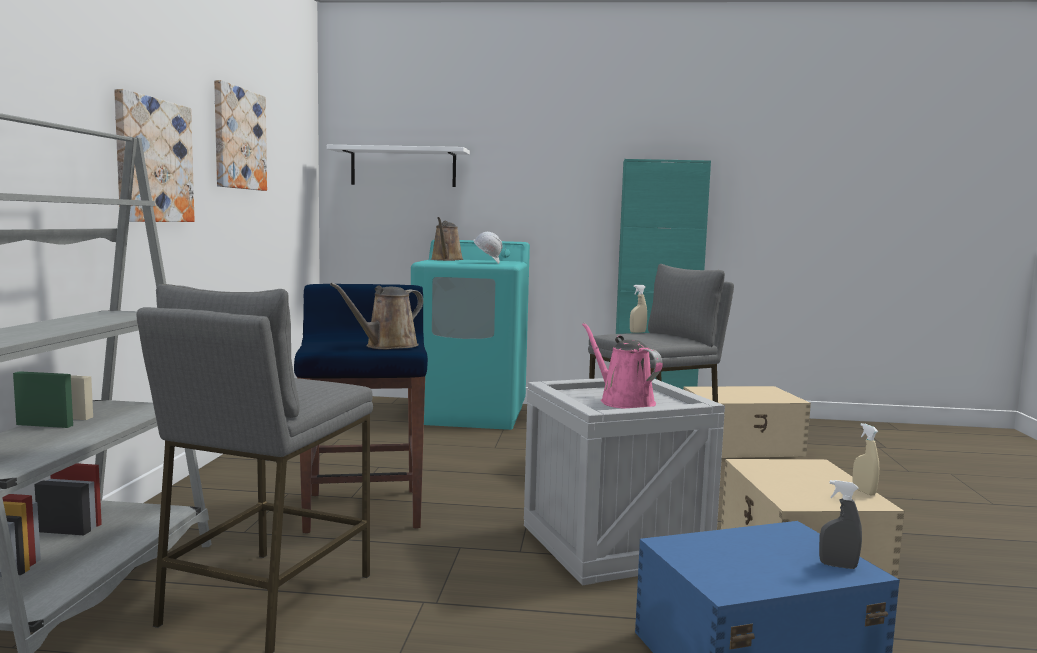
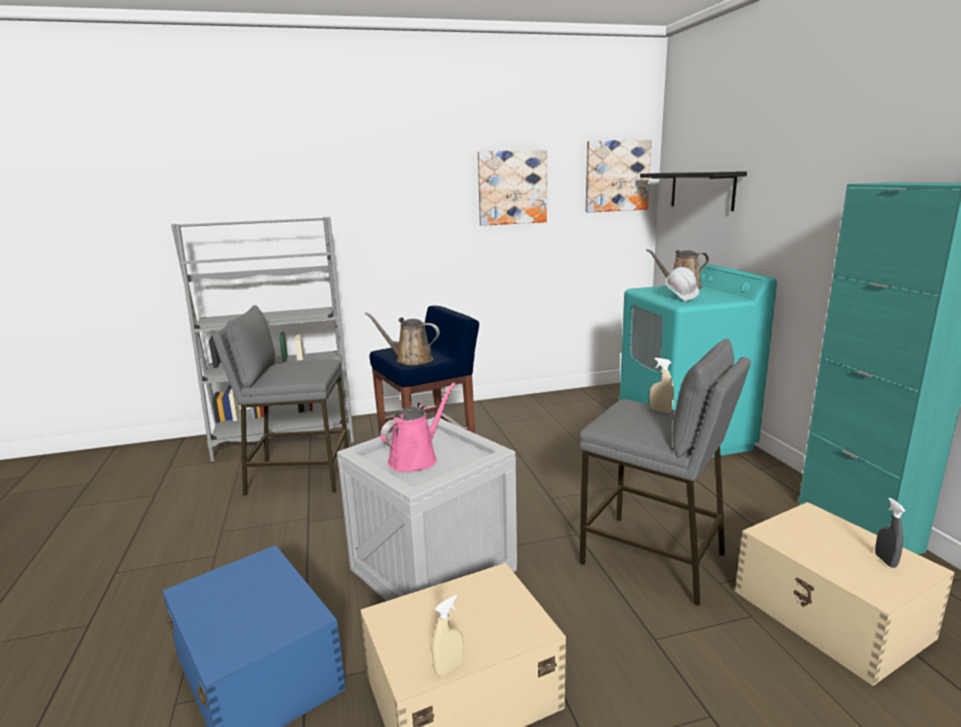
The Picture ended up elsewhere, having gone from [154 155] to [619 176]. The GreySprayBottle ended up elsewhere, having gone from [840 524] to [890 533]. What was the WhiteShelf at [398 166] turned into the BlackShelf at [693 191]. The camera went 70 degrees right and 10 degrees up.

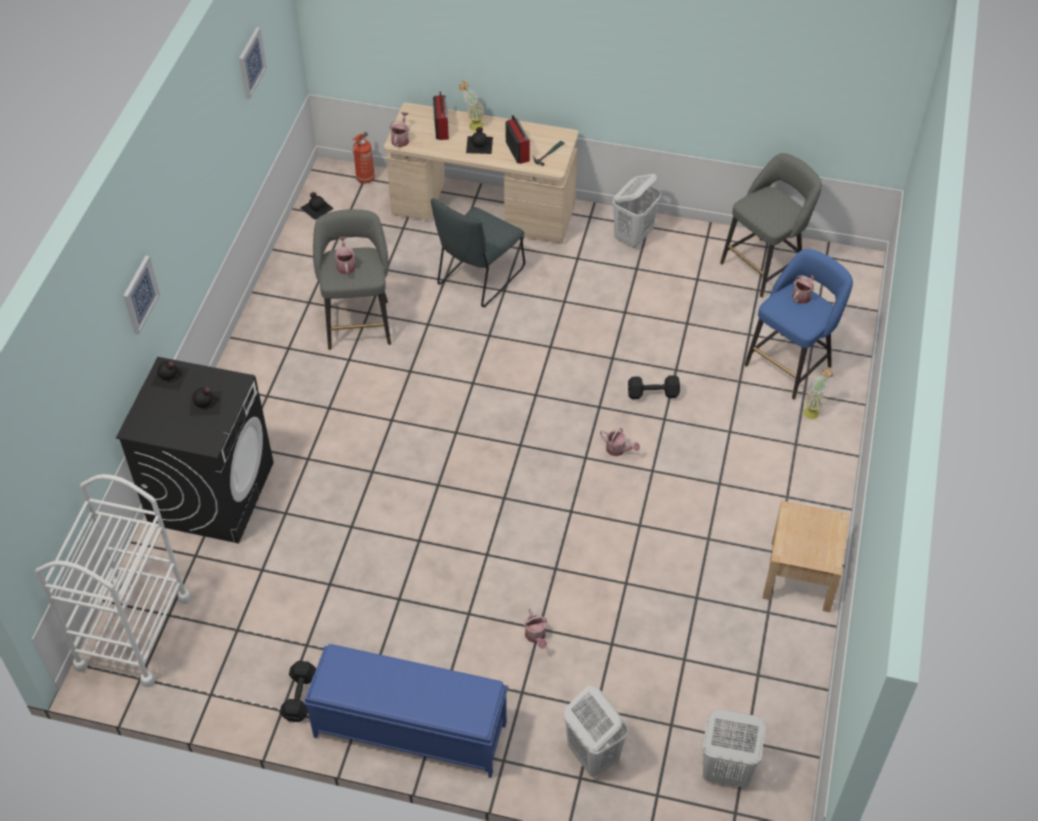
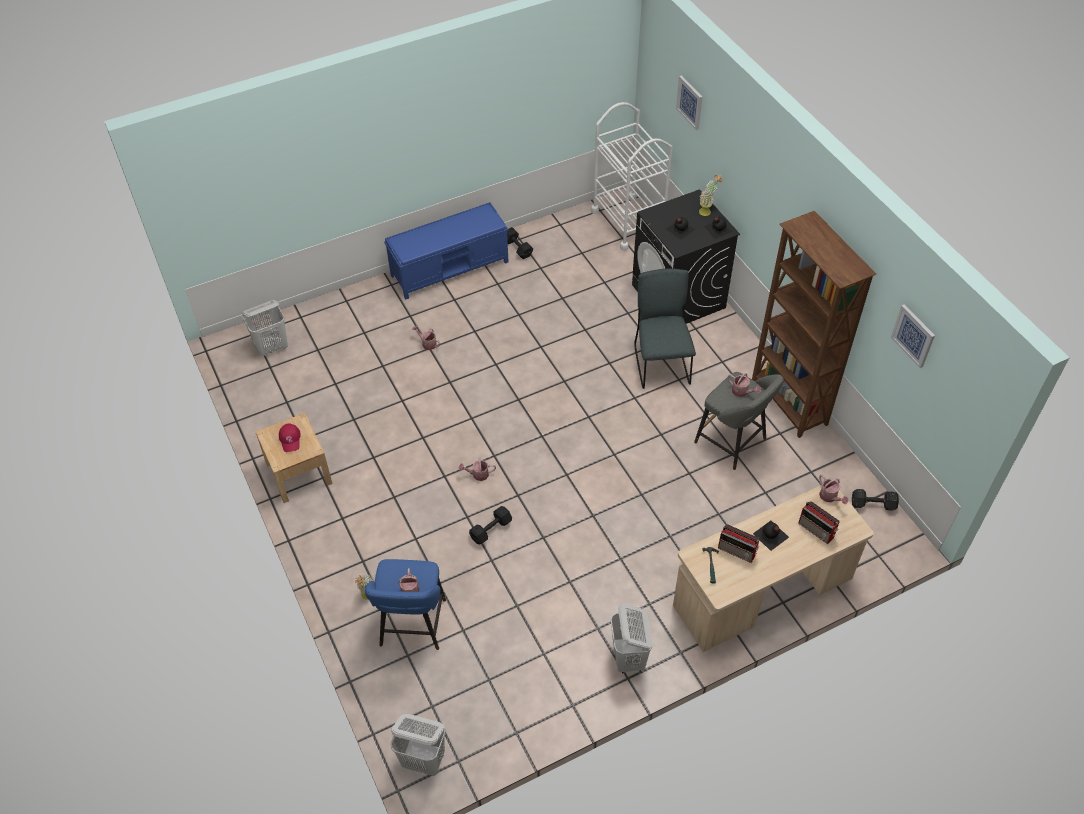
The second view lost the FireExtinguisher at [363 158]. The second view lost the GreyStool at [771 225]. The second view gained the RedCap at [290 437]. The second view gained the BrownBookcase at [814 324]. The Picture ended up elsewhere, having gone from [141 295] to [689 102]. The GreyChair ended up elsewhere, having gone from [478 252] to [665 328]. The PottedPlant ended up elsewhere, having gone from [471 106] to [711 195]. The WhiteLaundryBasket ended up elsewhere, having gone from [596 731] to [418 745]. Where the BlackBottle stood at [317 206], the BlackDumbbell came to stand at [875 500]. The camera went 140 degrees right and 0 degrees up.

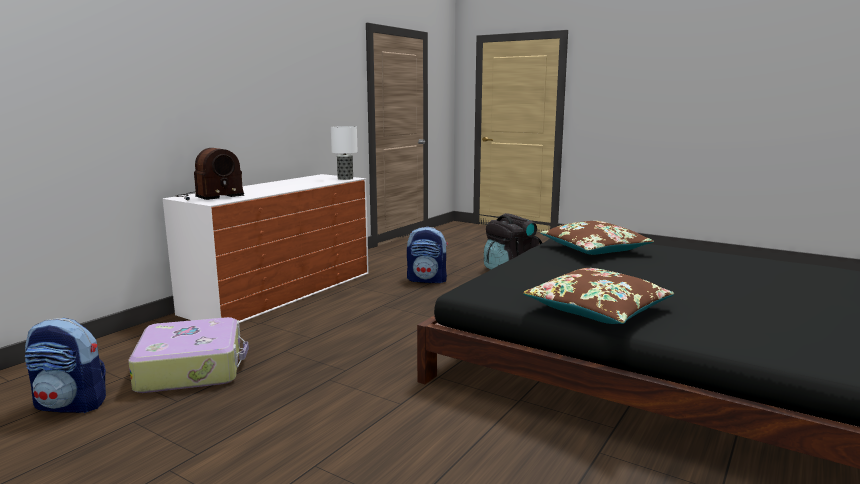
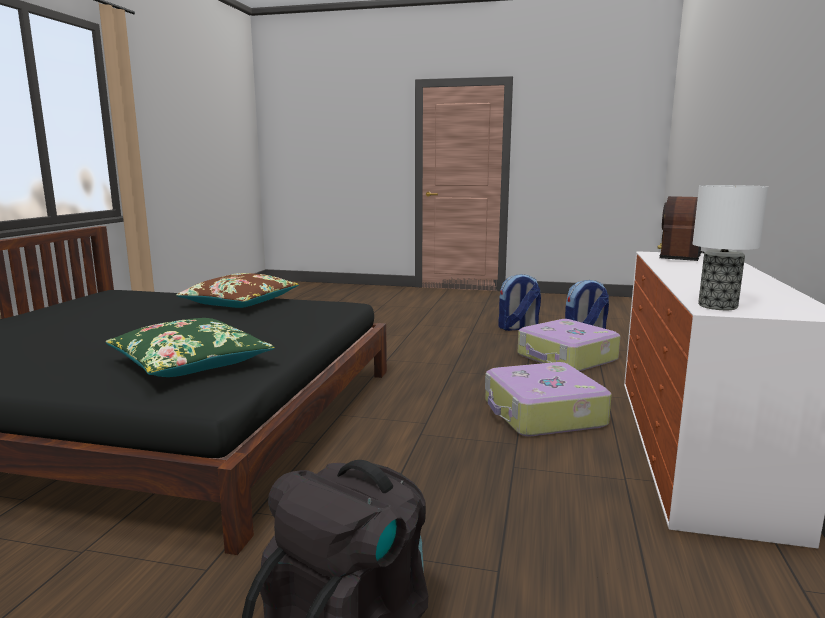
The second view gained the Suitcase at [548 399]. The Backpack ended up elsewhere, having gone from [427 255] to [519 302]. What was the BrownPillow at [597 238] turned into the GreenPillow at [190 347]. The camera went 160 degrees right and 0 degrees up.

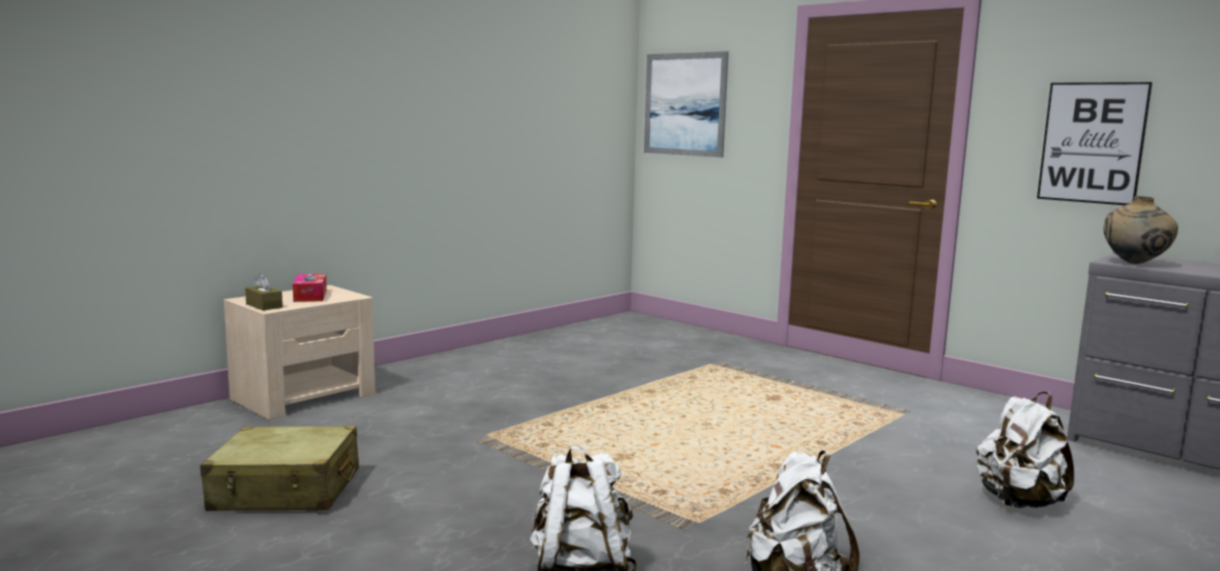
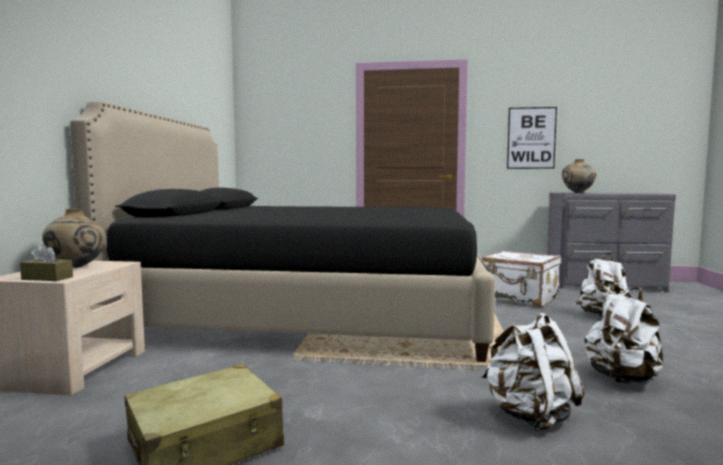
The second view lost the Picture at [686 104]. The second view gained the BlackBed at [282 231]. The second view gained the WhiteSuitcase at [521 278]. Where the TissueBox stood at [310 288], the BeigeVase came to stand at [74 238]. The camera went 35 degrees left and 5 degrees down.

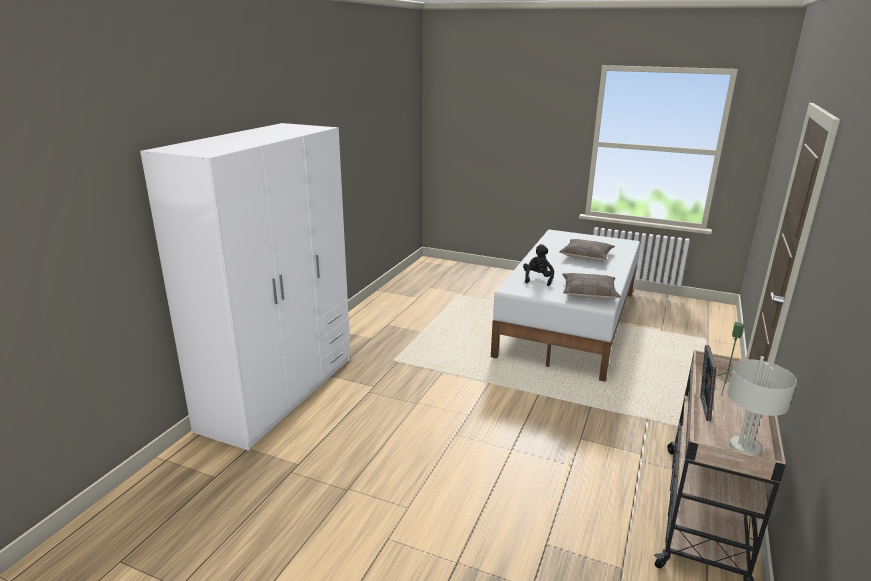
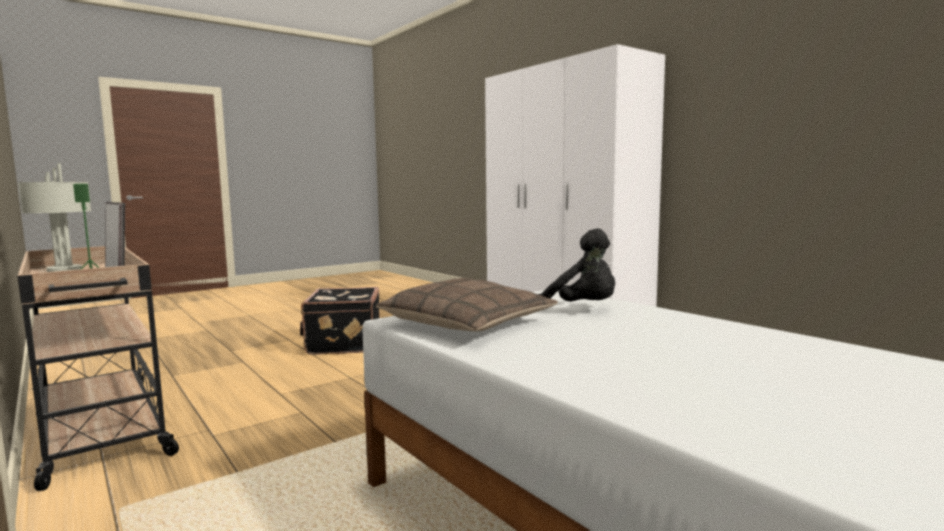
The second view lost the Pillow at [587 250]. The second view gained the BlackSuitcase at [340 321]. The camera went 120 degrees right and 15 degrees down.

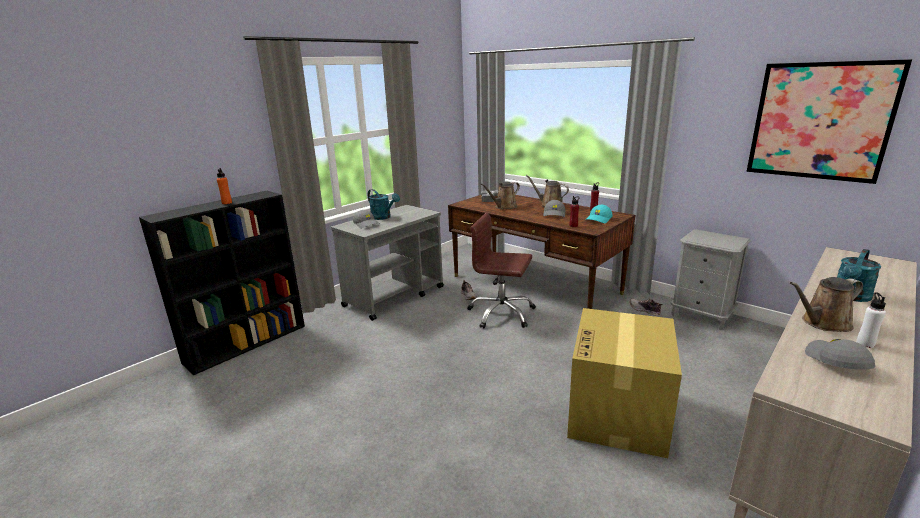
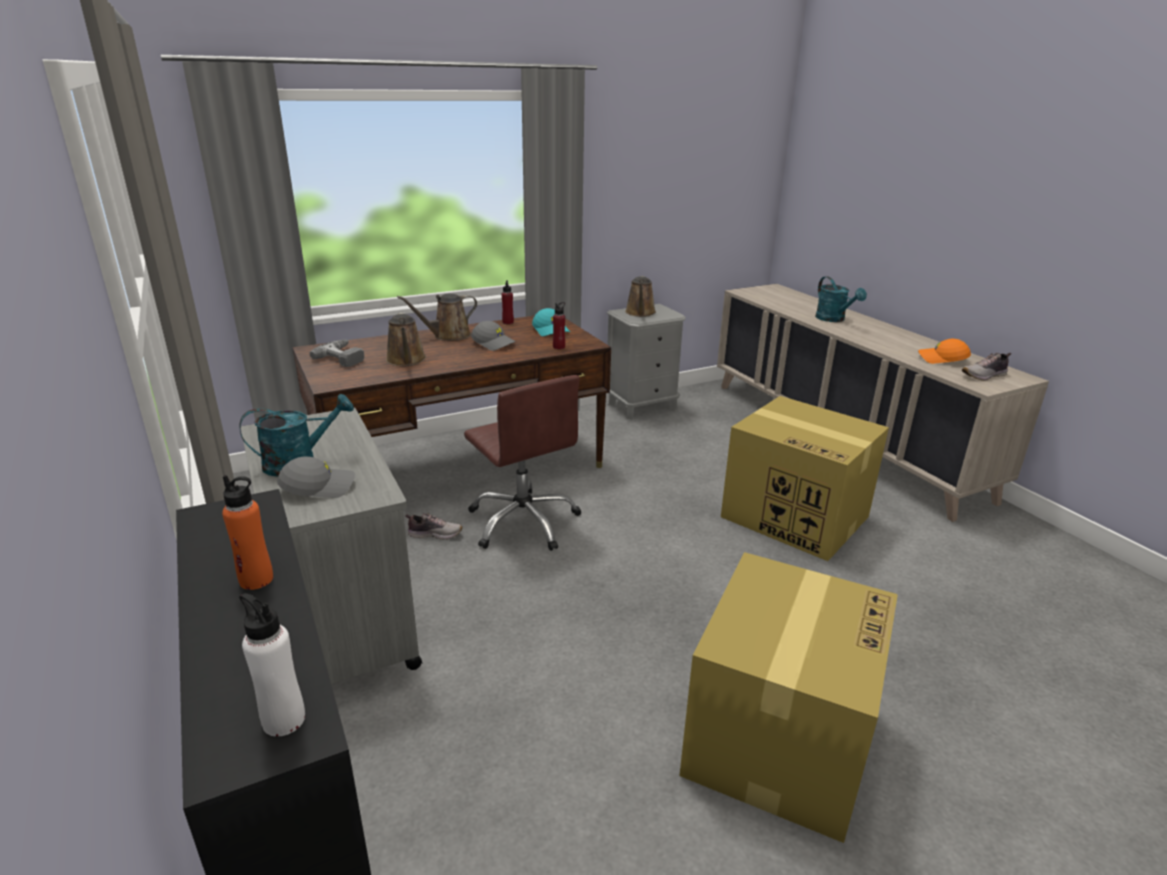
The second view lost the Picture at [829 121]. The second view gained the CardboardBox at [788 697]. The Shoe ended up elsewhere, having gone from [646 307] to [986 367]. The BrownWateringCan ended up elsewhere, having gone from [826 304] to [640 296]. The WhiteBottle ended up elsewhere, having gone from [871 320] to [272 665]. What was the GreyCap at [840 354] turned into the OrangeCap at [944 351]. The BrownOfficeChair at [501 270] ended up facing another way, 75 degrees counterclockwise from before. The camera went 70 degrees left and 5 degrees up.

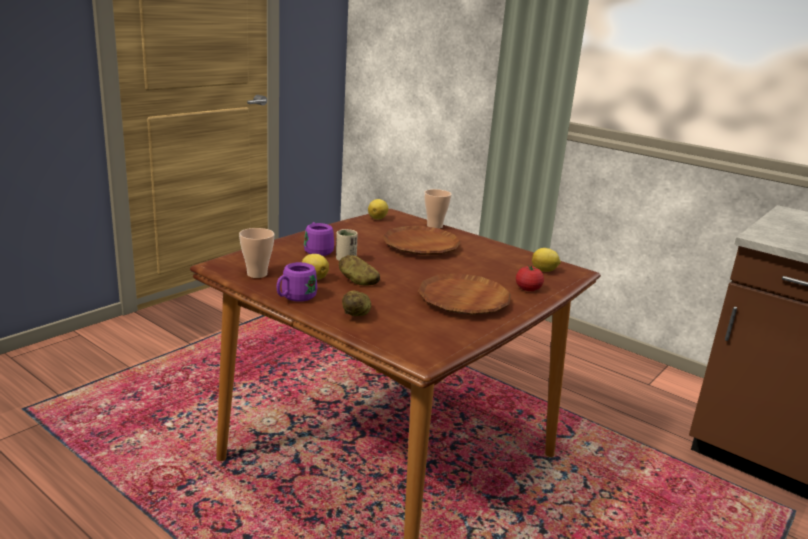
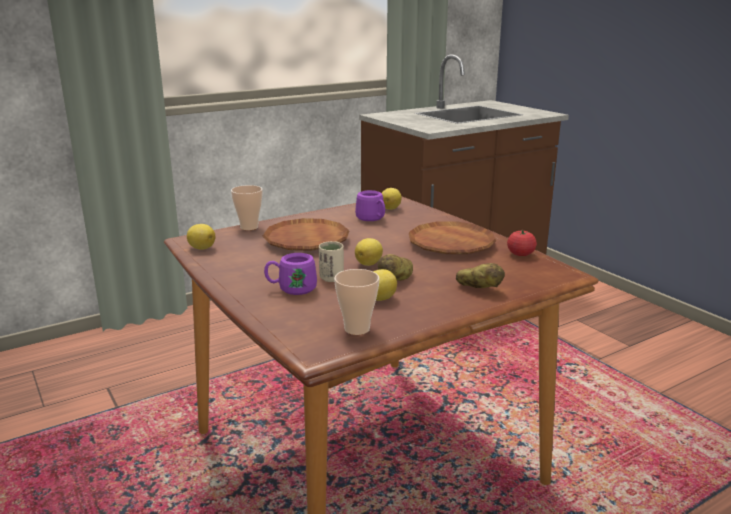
The second view gained the Lemon at [369 252]. The PurpleMug ended up elsewhere, having gone from [297 282] to [370 205]. The Tomato ended up elsewhere, having gone from [530 278] to [522 243]. The camera went 70 degrees left and 0 degrees up.

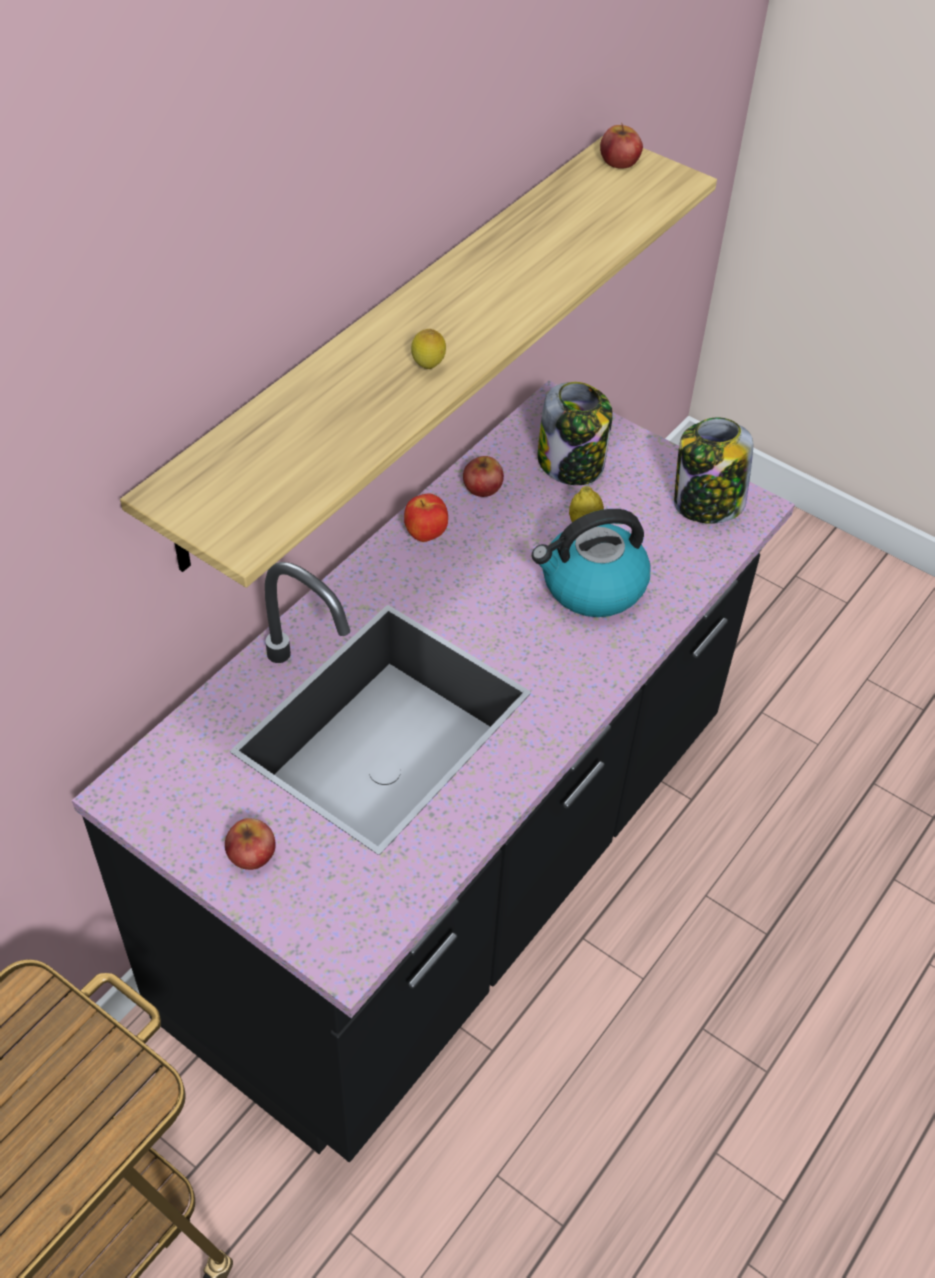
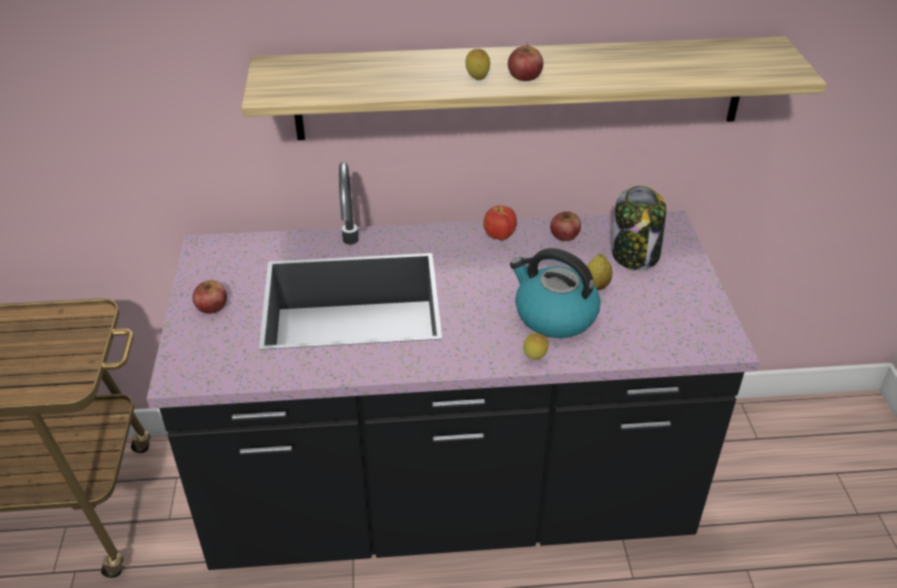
The second view lost the Jar at [713 471]. The second view gained the Lemon at [535 346]. The Apple ended up elsewhere, having gone from [621 145] to [525 62]. The camera went 50 degrees right and 10 degrees down.

